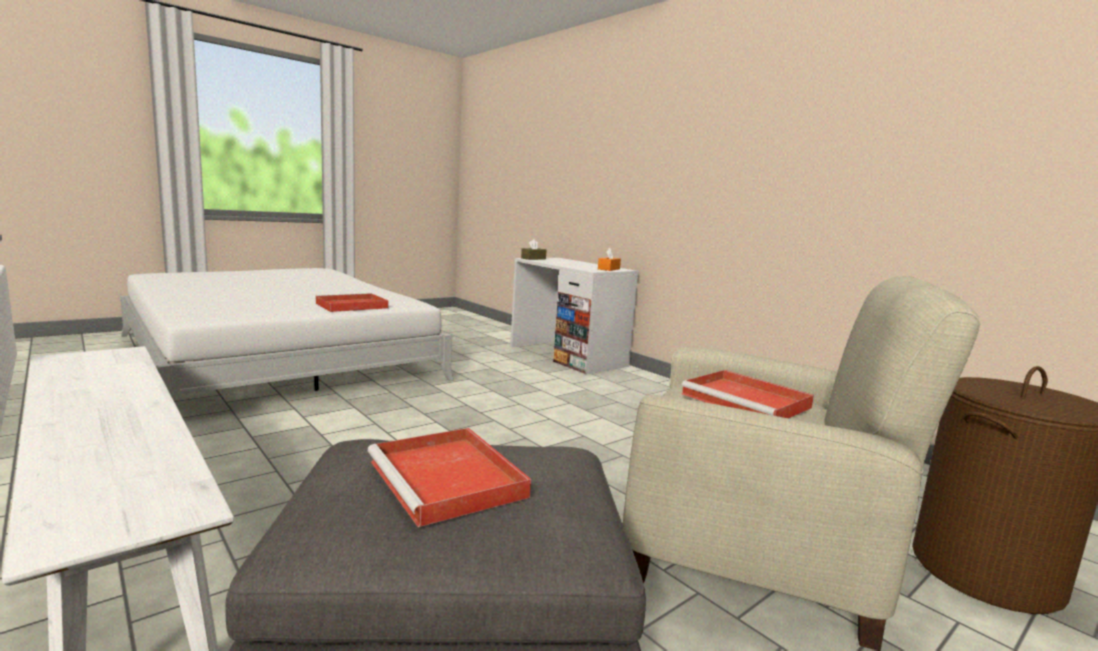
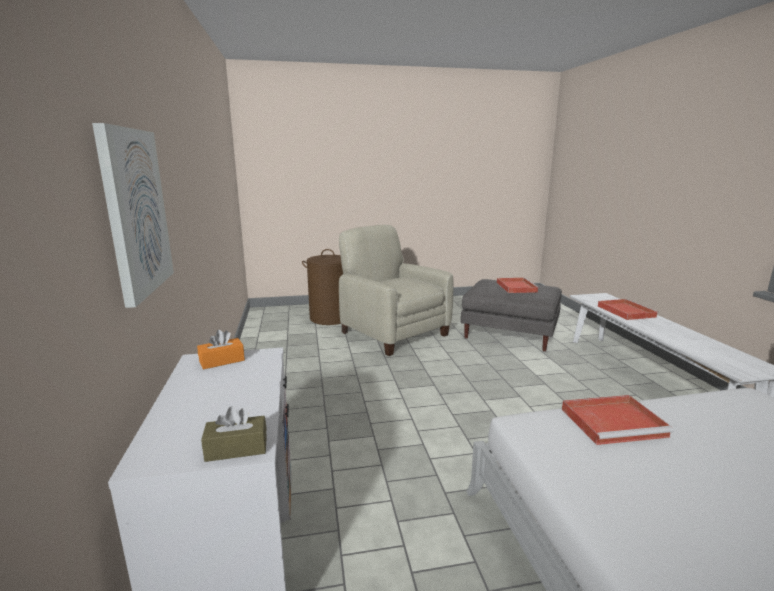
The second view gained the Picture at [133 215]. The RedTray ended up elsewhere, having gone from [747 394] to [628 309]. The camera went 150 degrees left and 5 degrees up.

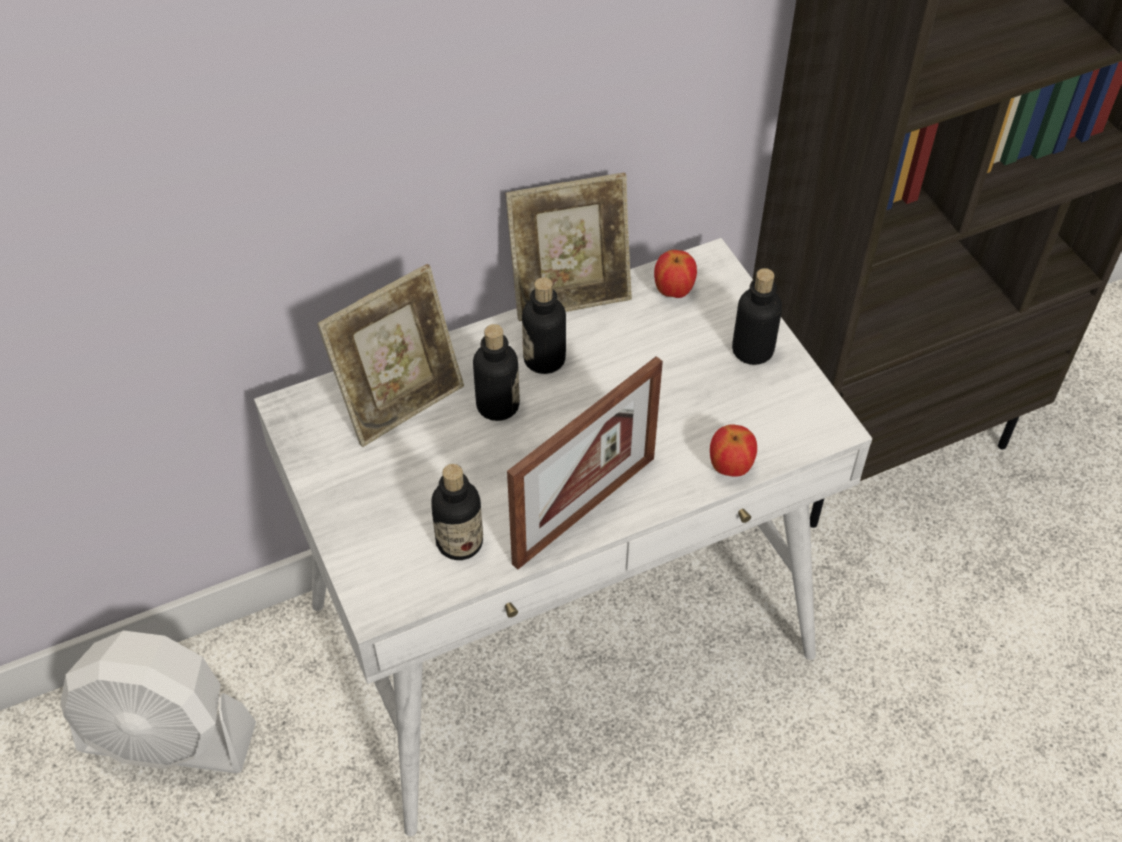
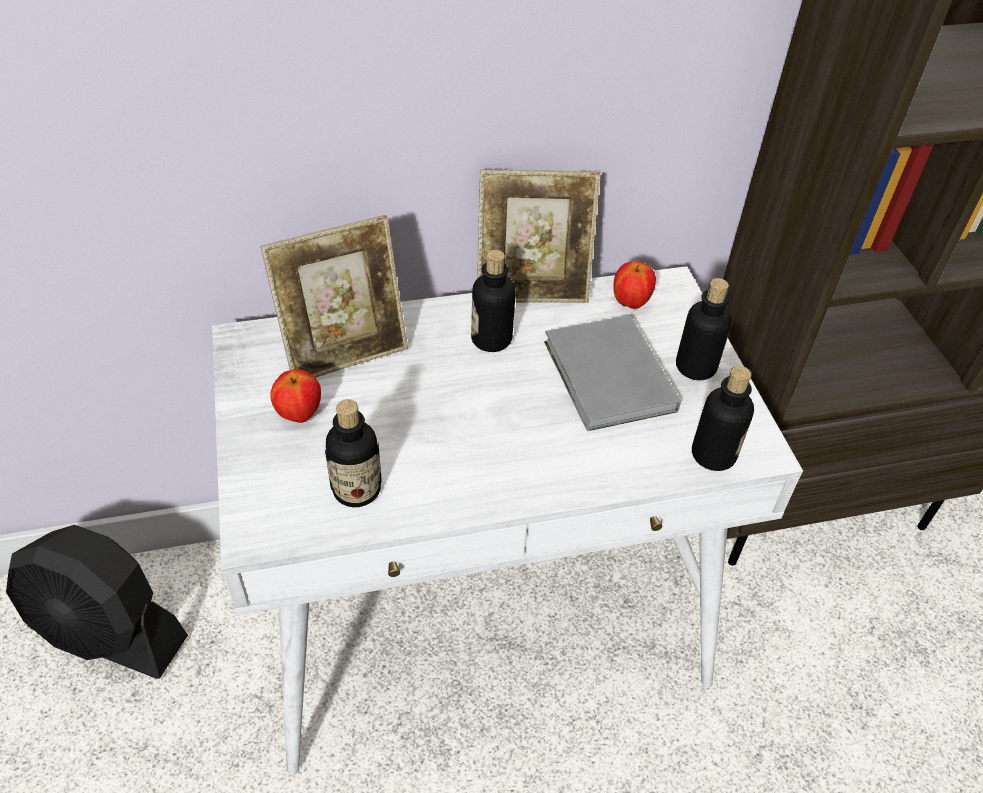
The second view lost the PictureFrame at [585 463]. The second view gained the GreyBook at [612 373]. The Bottle ended up elsewhere, having gone from [496 372] to [723 418]. The Apple ended up elsewhere, having gone from [733 450] to [295 396]. What was the WhiteFan at [158 701] turned into the BlackFan at [97 602]. The camera went 10 degrees right and 5 degrees down.

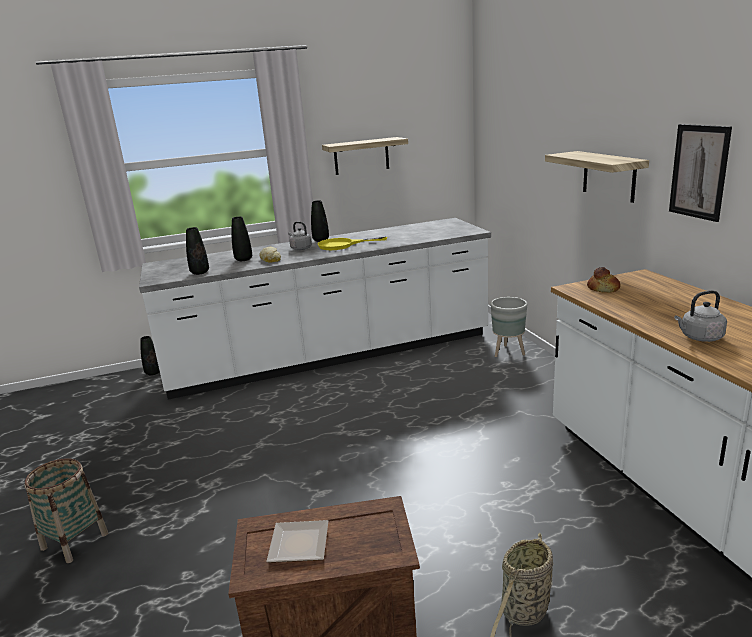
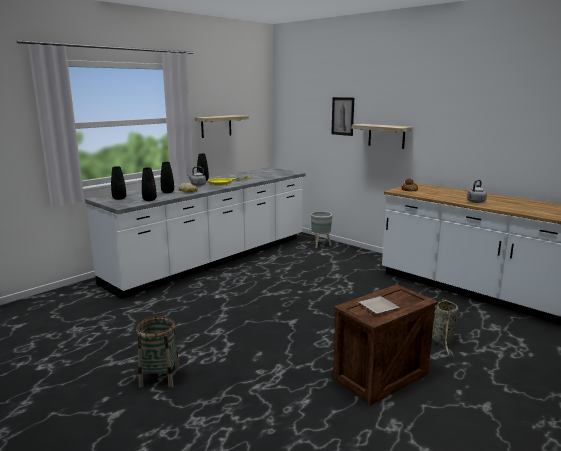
The BlackVase ended up elsewhere, having gone from [150 356] to [118 183]. The Picture ended up elsewhere, having gone from [700 173] to [342 116]. The camera went 30 degrees left and 5 degrees down.

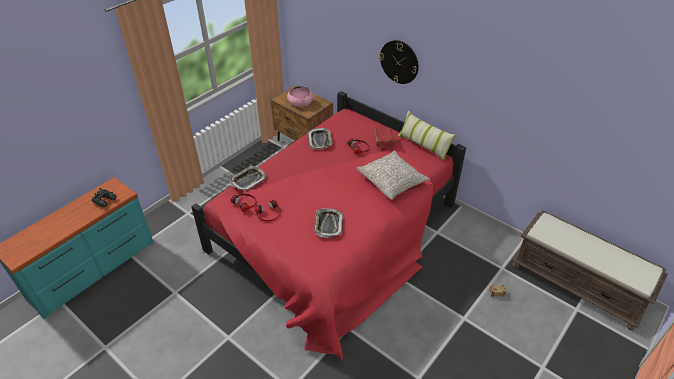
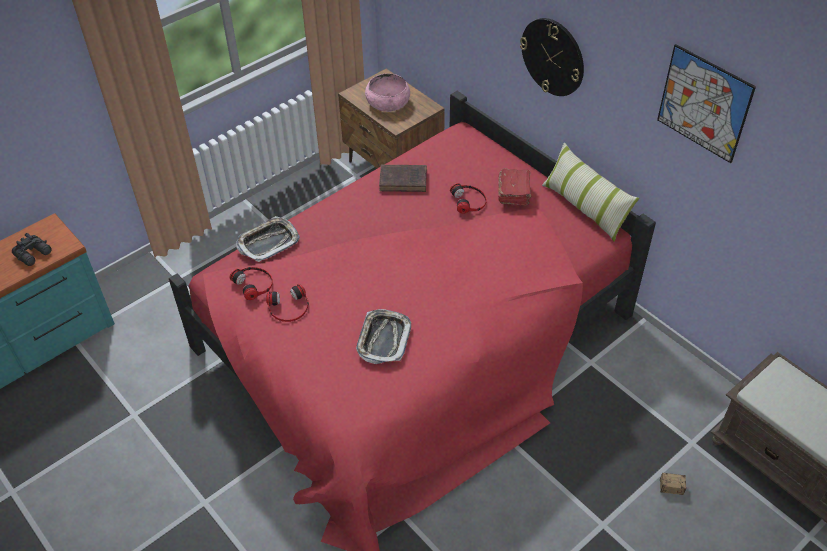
The second view lost the GreyPillow at [393 175]. The second view gained the Picture at [706 103]. Where the Tray stood at [320 138], the BrownBook came to stand at [403 178]. The camera went 10 degrees right and 5 degrees up.

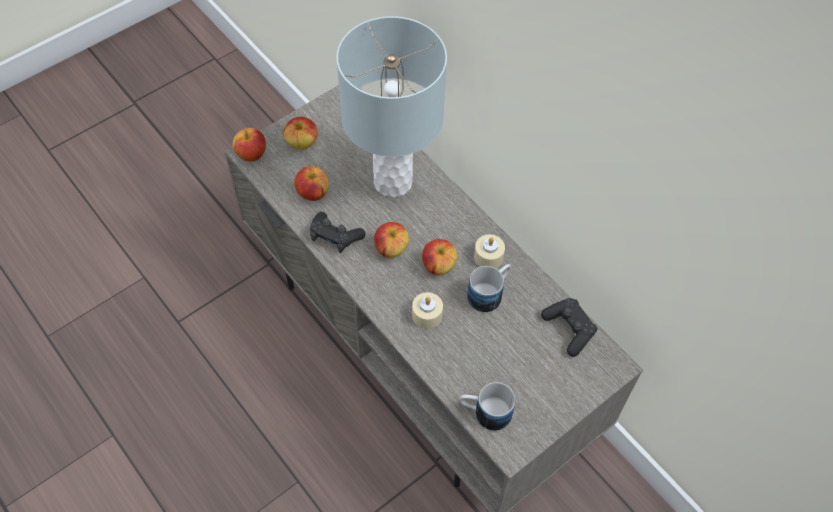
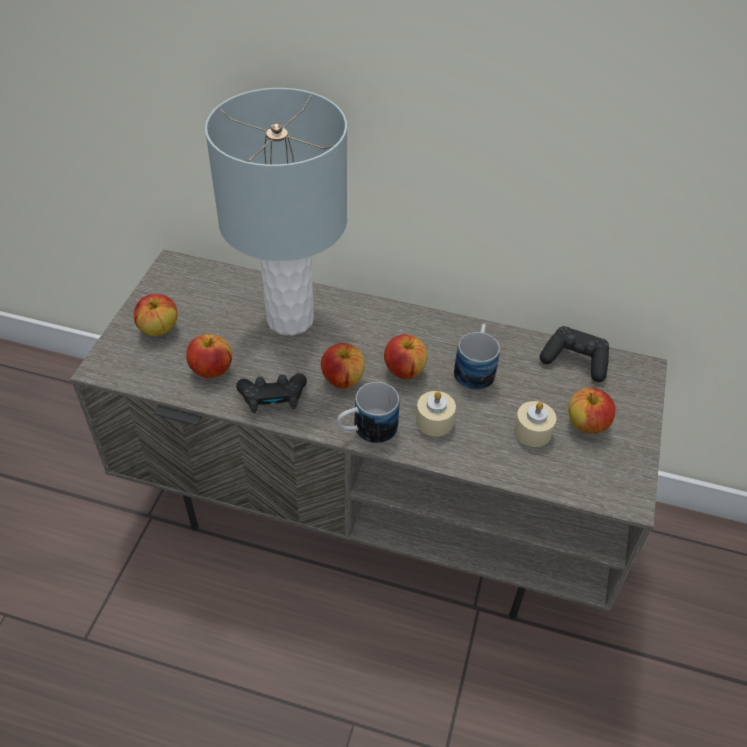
The Apple ended up elsewhere, having gone from [249 145] to [591 410]. The Mug ended up elsewhere, having gone from [487 406] to [368 413]. The BeigeCandle ended up elsewhere, having gone from [489 251] to [535 424]. The camera went 35 degrees left and 10 degrees down.

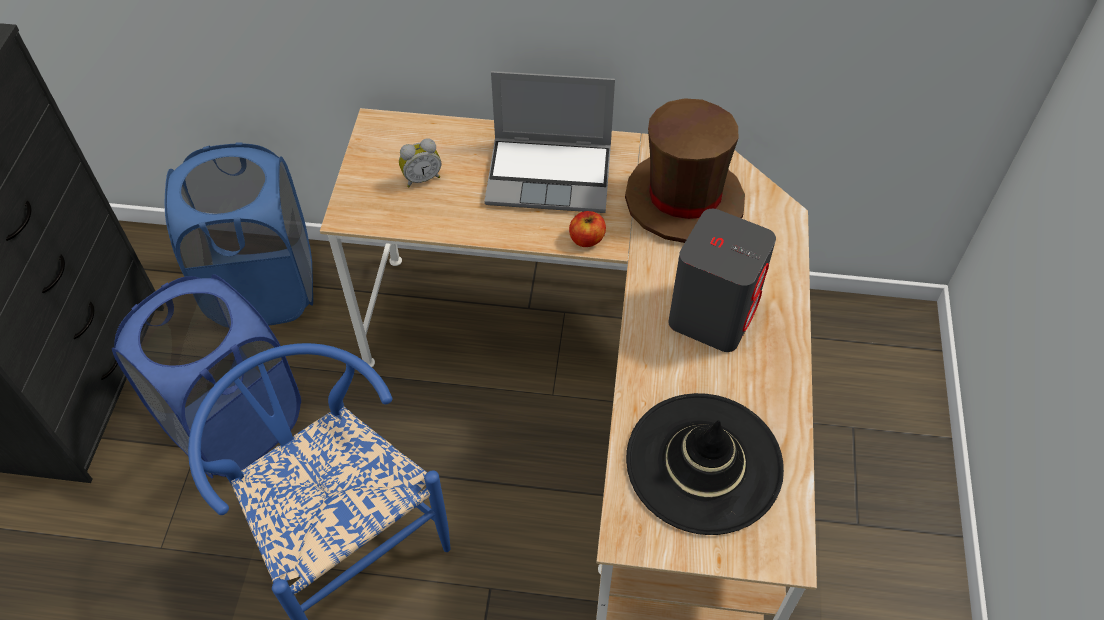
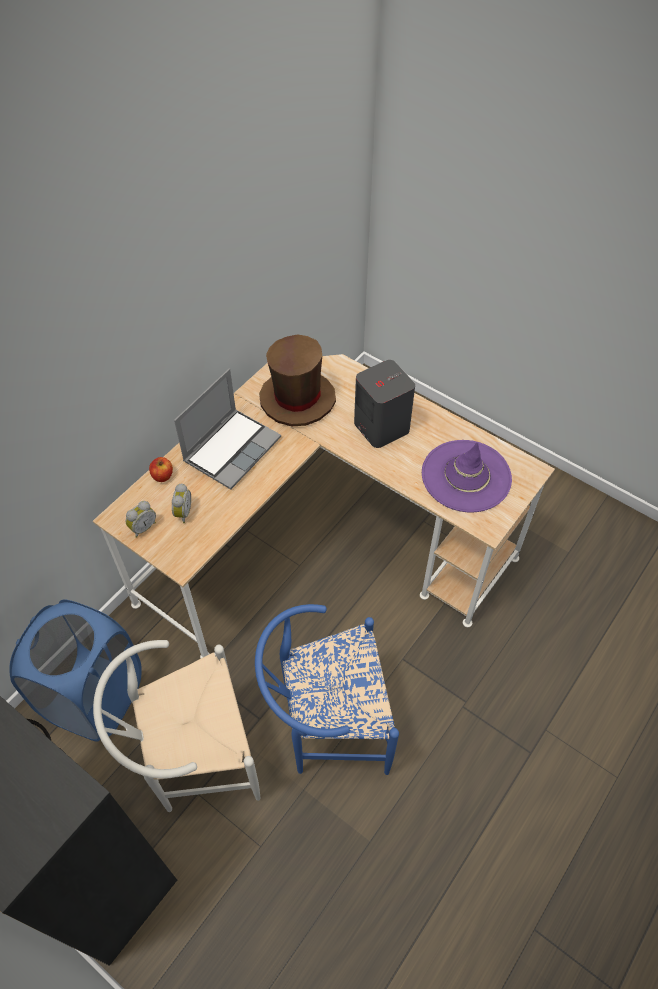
The second view gained the AlarmClock at [141 519]. The Apple ended up elsewhere, having gone from [587 229] to [161 469]. Where the BlueLaundryBasket stood at [206 376], the WhiteChair came to stand at [176 726]. What was the BlackHat at [705 464] turned into the PurpleHat at [467 476]. The camera went 60 degrees left and 0 degrees up.

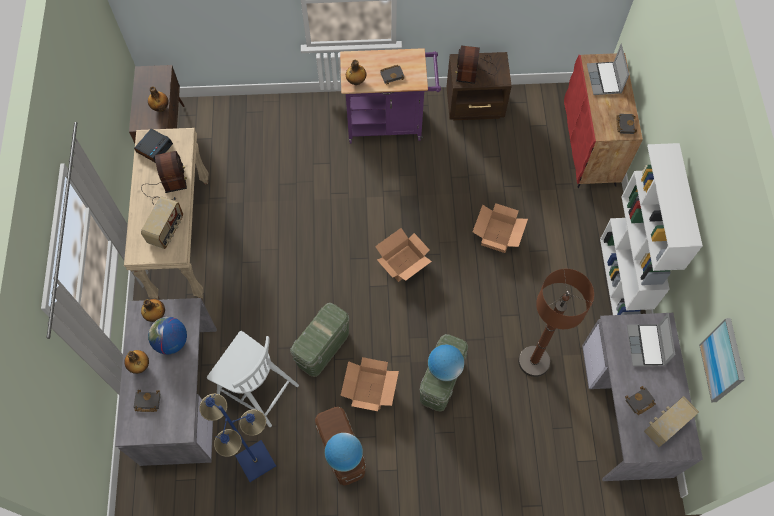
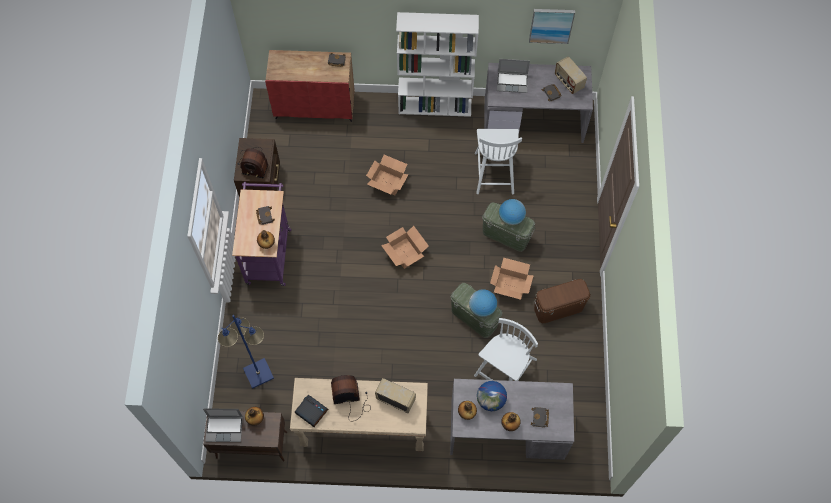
The BlueFloorLamp ended up elsewhere, having gone from [237 438] to [246 352]. The Globe ended up elsewhere, having gone from [344 452] to [483 303]. The Laptop ended up elsewhere, having gone from [608 69] to [223 425]. Where the BrownFloorLamp stood at [556 323], the WhiteChair came to stand at [498 161]. The camera went 85 degrees left and 0 degrees up.

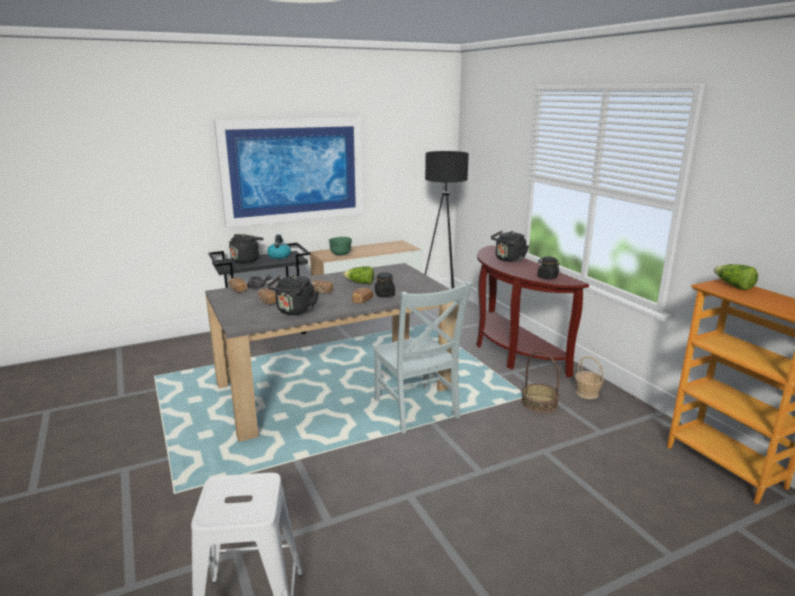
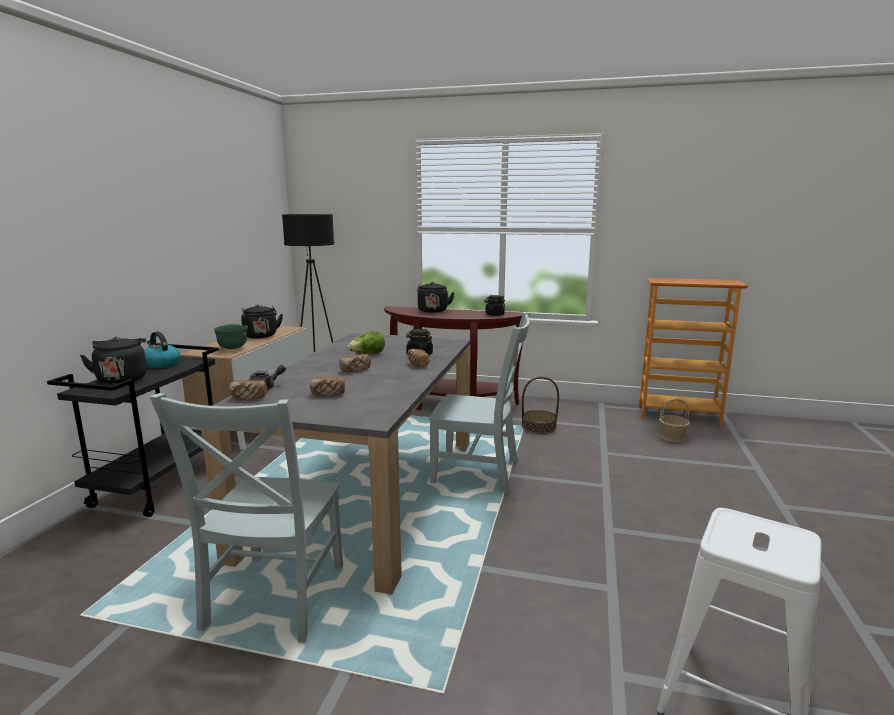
The second view lost the Picture at [288 173]. The second view lost the Lettuce at [736 277]. The second view gained the GreyChair at [246 517]. The BlackKettle ended up elsewhere, having gone from [293 295] to [262 321]. The Basket ended up elsewhere, having gone from [589 377] to [674 420]. The camera went 50 degrees left and 5 degrees down.

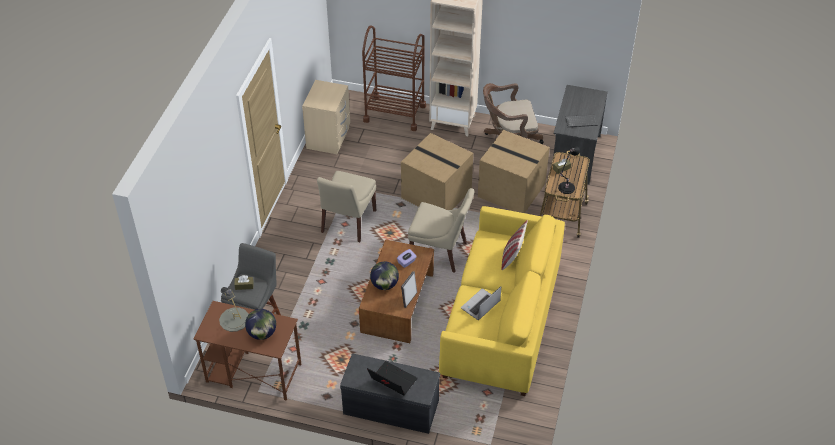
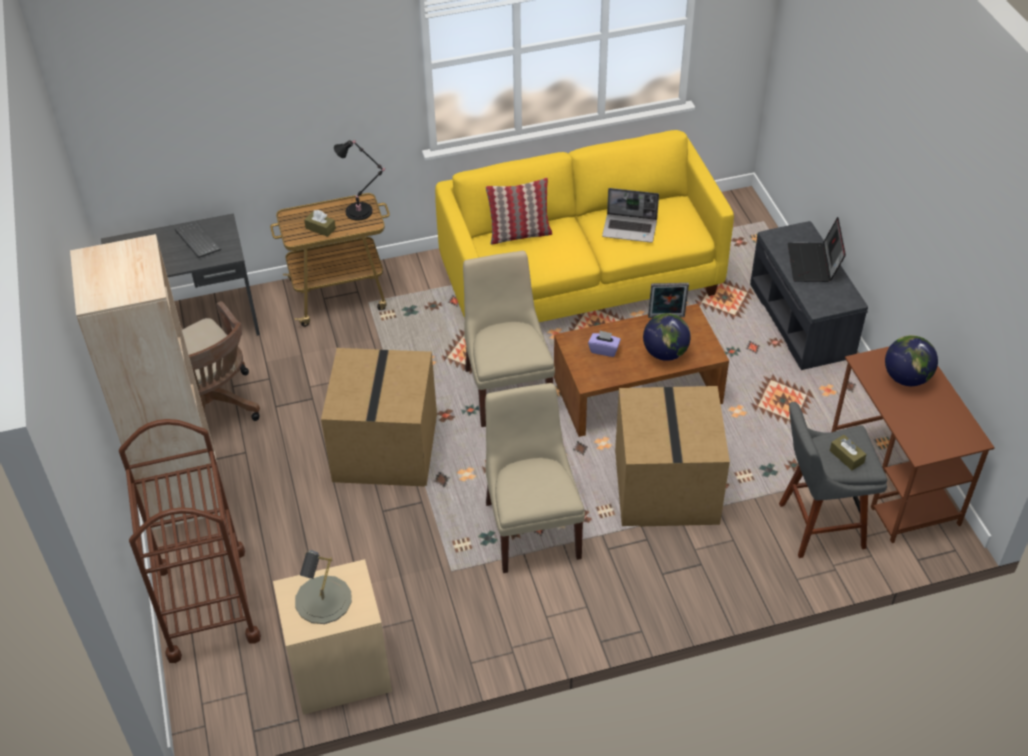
The GreyTableLamp ended up elsewhere, having gone from [234 309] to [323 587]. The CardboardBox ended up elsewhere, having gone from [514 171] to [672 456]. The BeigeChair at [346 206] ended up facing another way, 90 degrees counterclockwise from before. The camera went 120 degrees left and 0 degrees up.

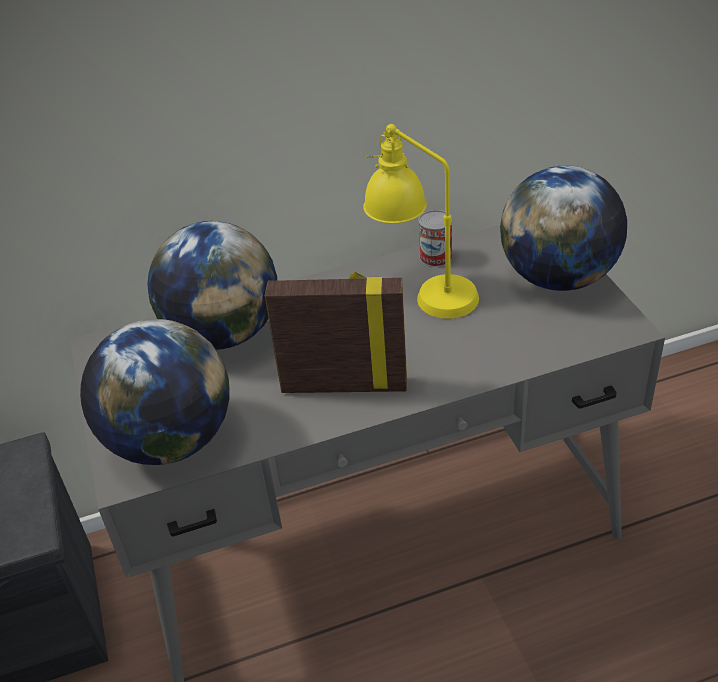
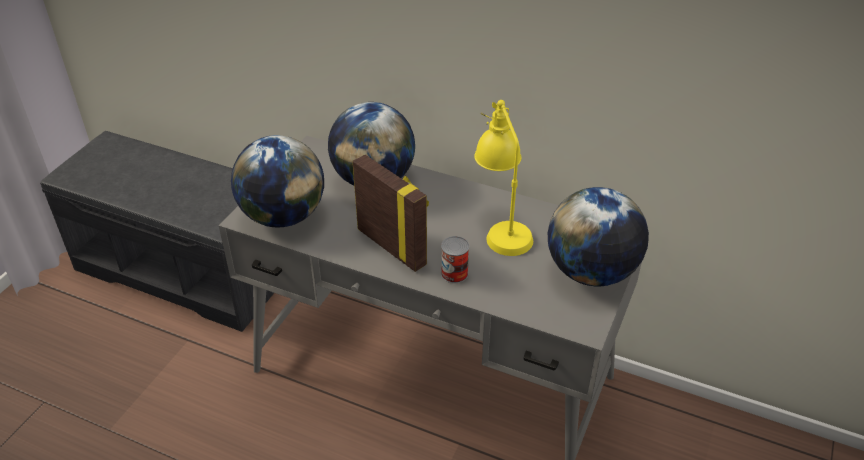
The Can ended up elsewhere, having gone from [435 238] to [455 259]. The camera went 40 degrees right and 0 degrees up.

